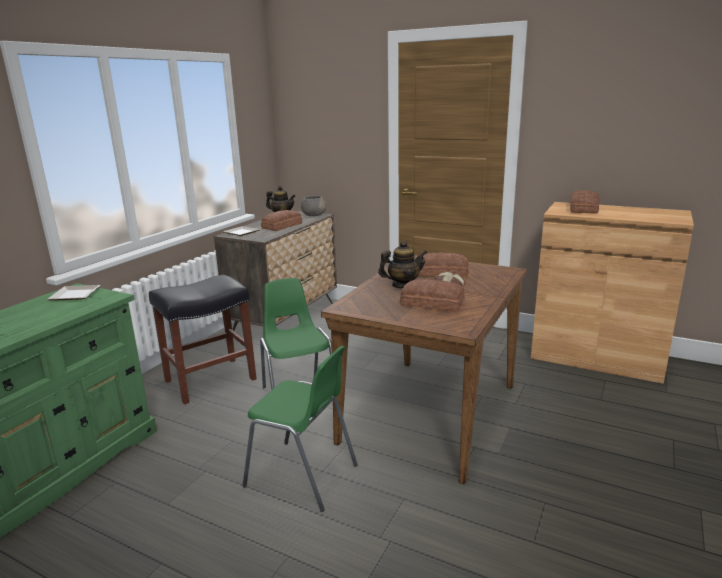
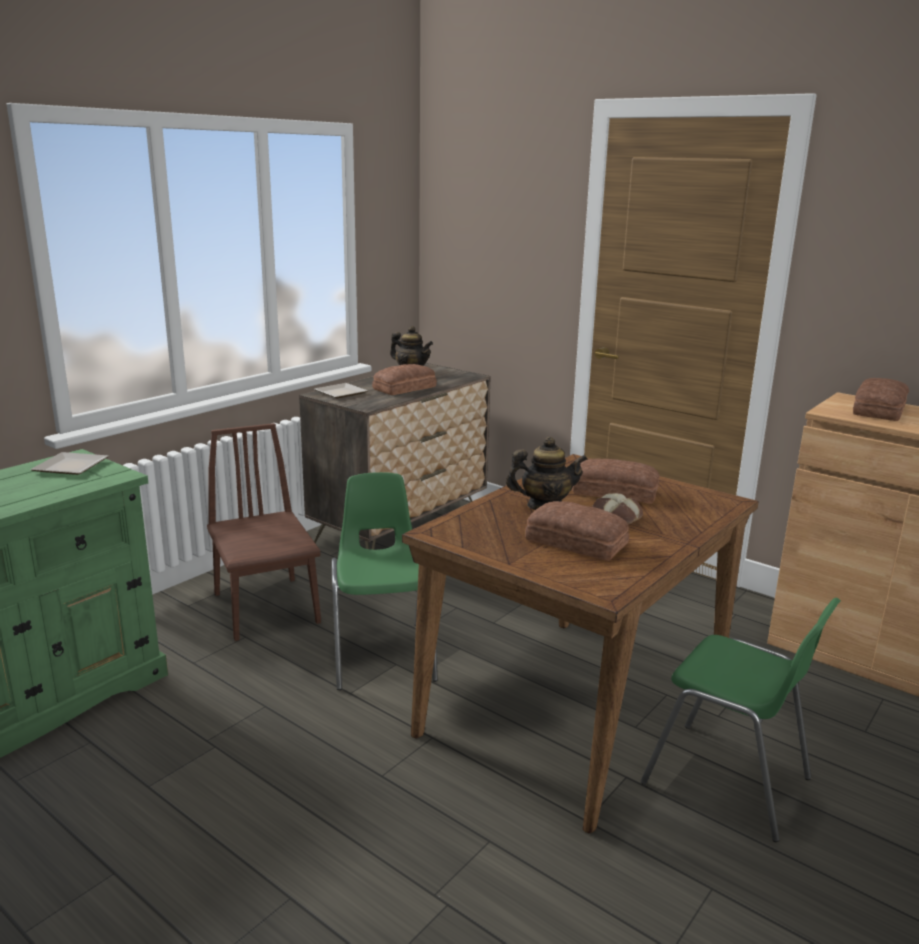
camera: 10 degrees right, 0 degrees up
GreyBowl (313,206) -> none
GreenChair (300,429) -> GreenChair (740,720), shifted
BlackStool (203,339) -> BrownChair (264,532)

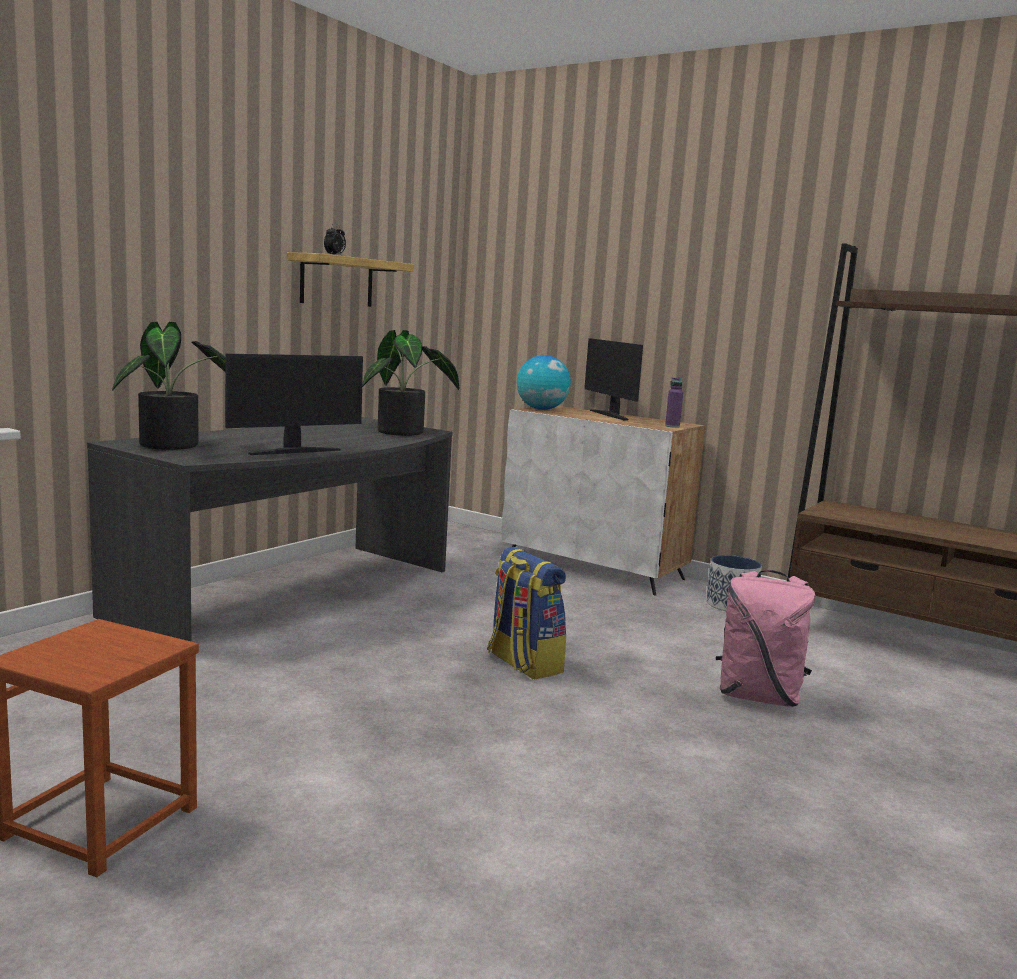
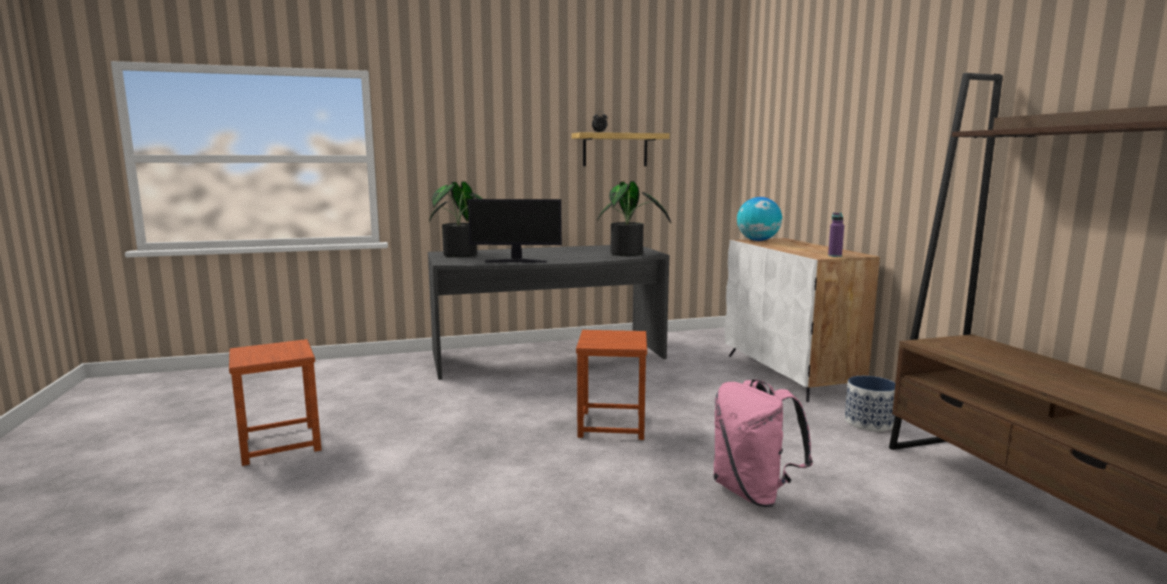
camera: 40 degrees right, 0 degrees up
Monitor (613,379) -> none
Backpack (526,613) -> BrownStool (611,385)

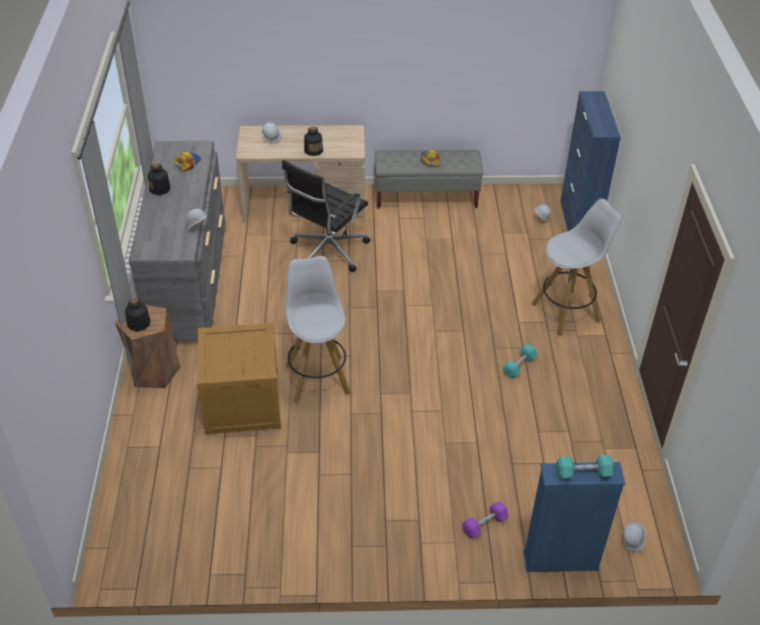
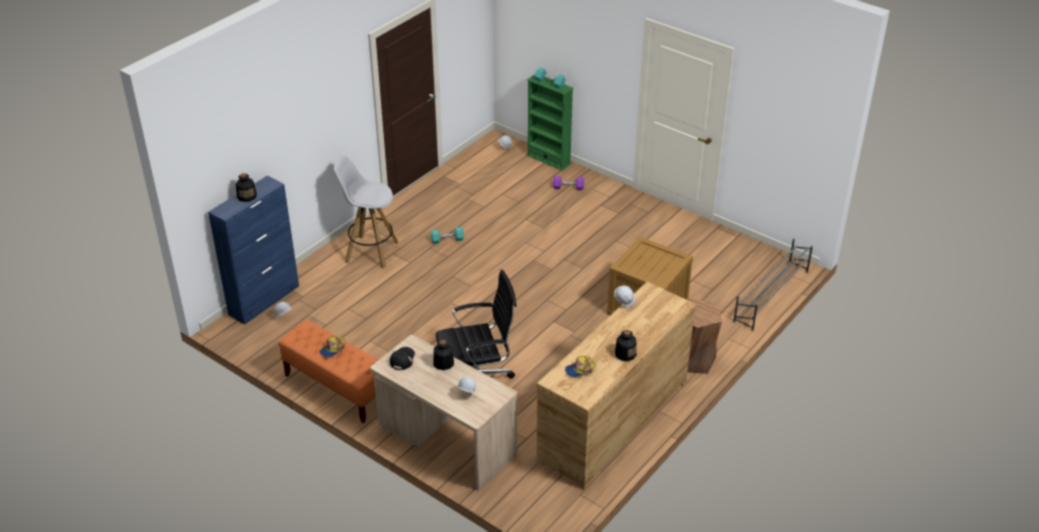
camera: 140 degrees left, 5 degrees down
WhiteStool (318,329) -> none
none -> BlackCap (402,358)
none -> GreyShoeRack (773,284)
Bottle (137,314) -> Bottle (246,187), shifted
GreyDresser (177,241) -> BrownDresser (616,386)
GreyBench (428,179) -> OrangeBench (328,371)
BlueBookcase (574,517) -> GreenBookcase (550,123)

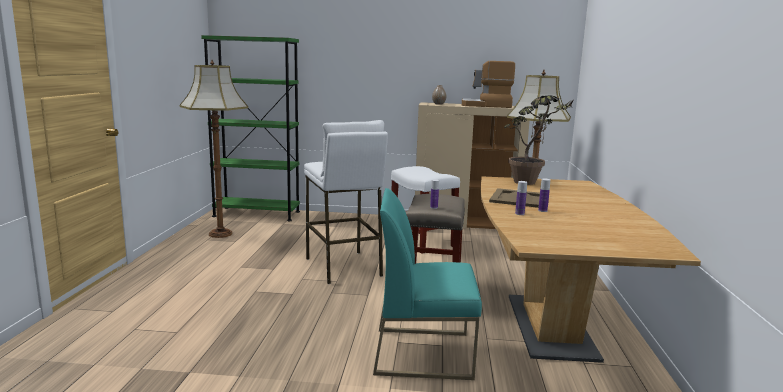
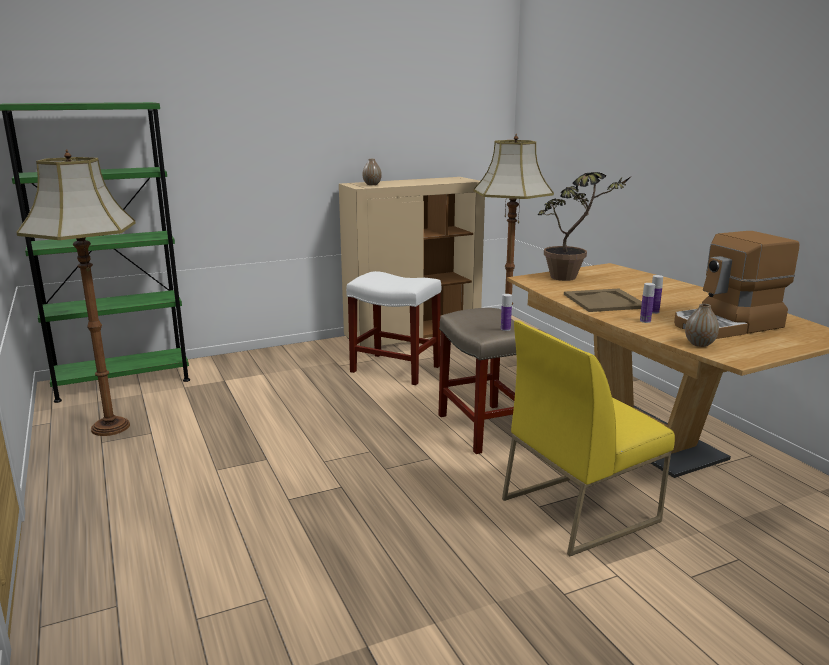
camera: 30 degrees left, 5 degrees up
WhiteStool (346,202) -> none
none -> Vase (702,325)
CoffeeMachine (488,84) -> CoffeeMachine (736,285), shifted
TurquoiseChair (427,284) -> YellowChair (588,438)

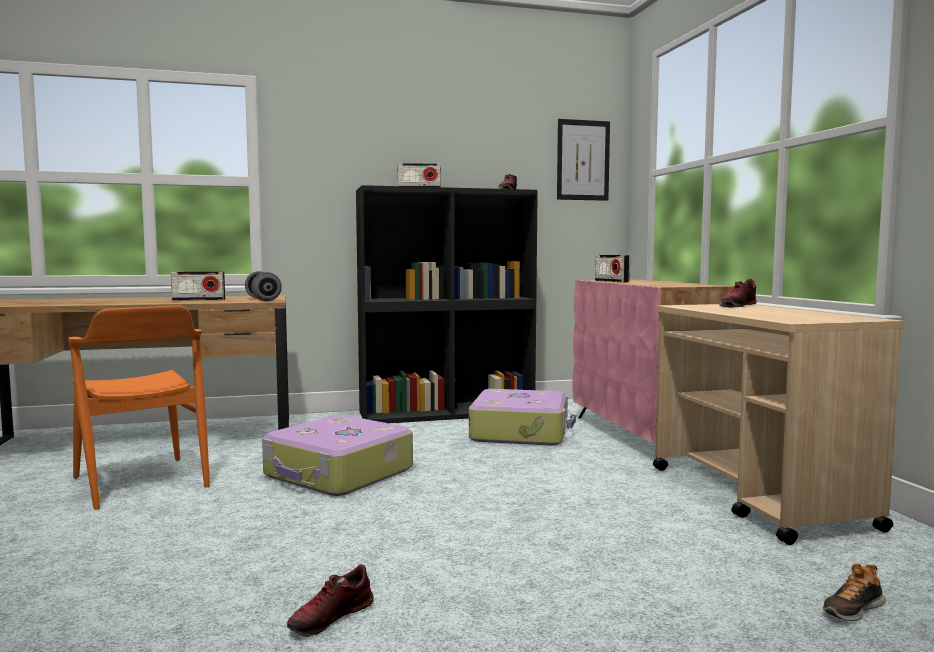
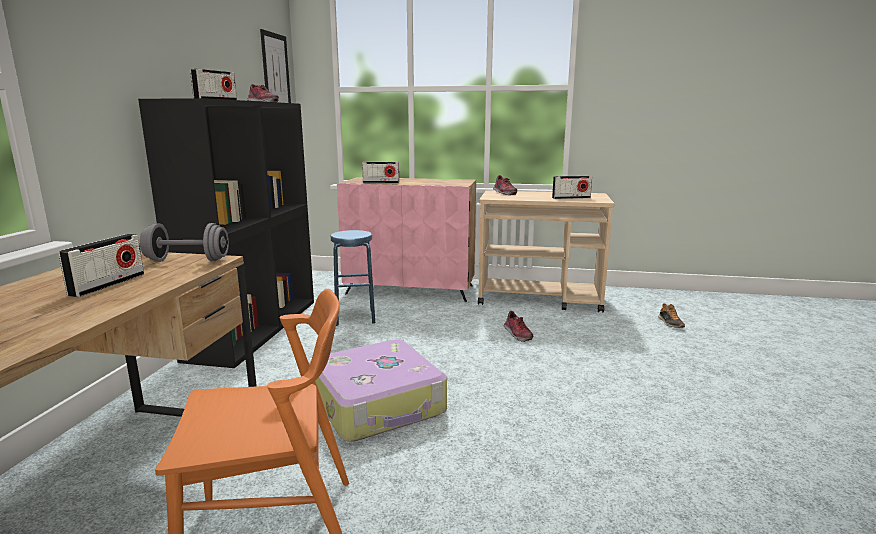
camera: 65 degrees left, 10 degrees up
none -> Radio (572,187)
Shoe (330,600) -> Shoe (518,326), shifted
Suitcase (522,417) -> BlueStool (353,278)

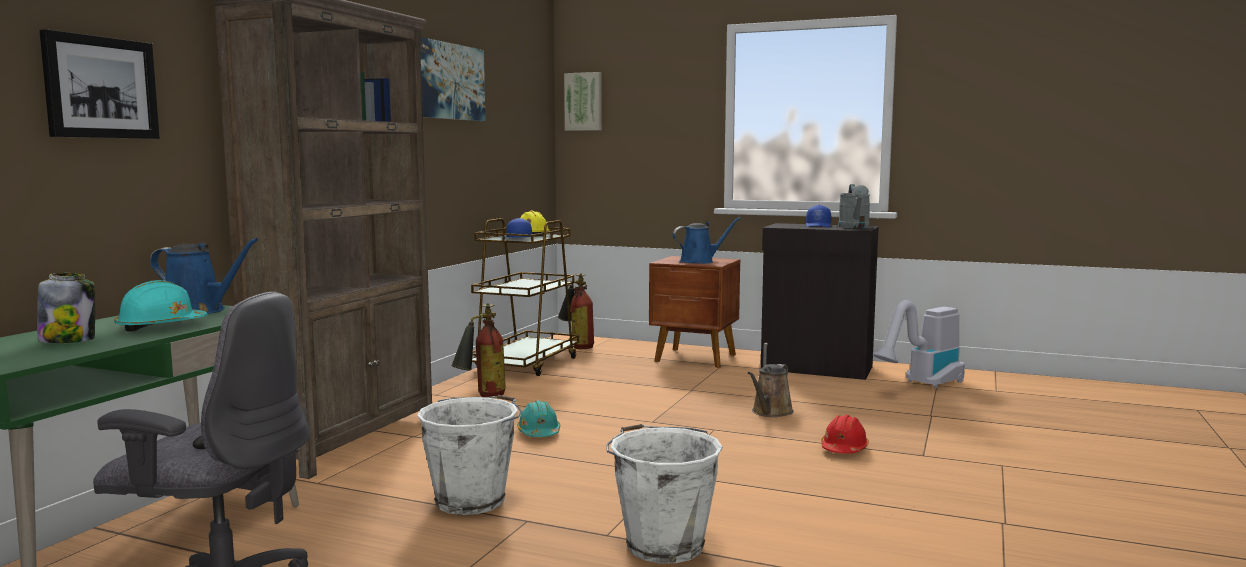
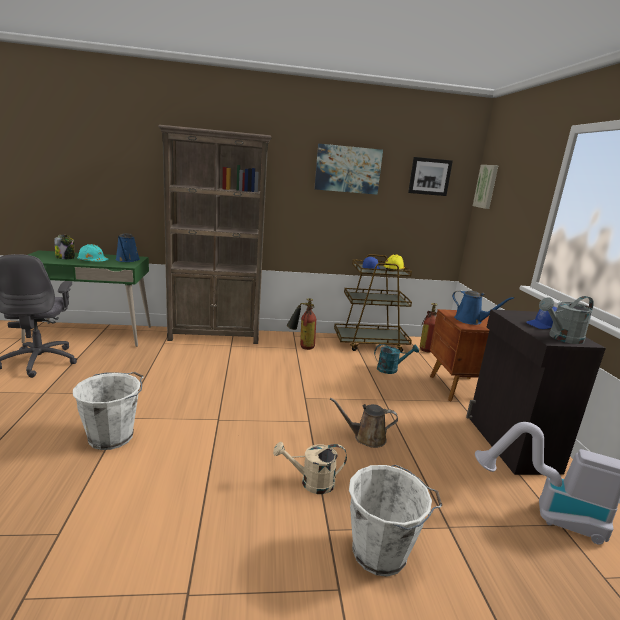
camera: 60 degrees right, 10 degrees up
TurquoiseHardHat (538,418) -> none
none -> TurquoiseWateringCan (396,359)
Picture (99,84) -> Picture (430,176), shifted
WhiteBucket (469,455) -> WhiteBucket (395,521), shifted
RedHardHat (845,434) -> BeigeWateringCan (310,468)

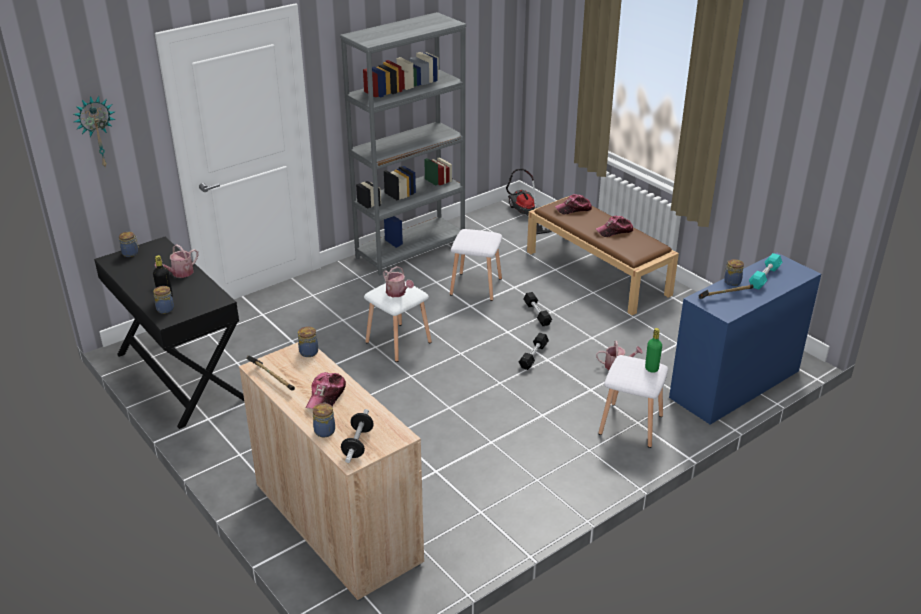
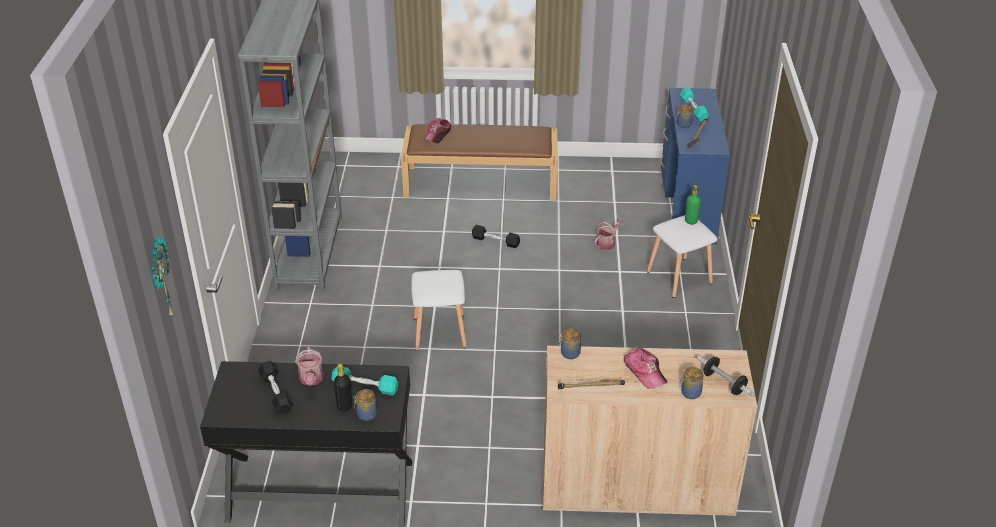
camera: 50 degrees left, 5 degrees up
Jar (129,244) -> none
WateringCan (398,281) -> none
WhiteStool (476,265) -> none
VacuumCleaner (529,201) -> none
Cap (615,226) -> none
none -> TurquoiseDumbbell (364,381)
BlackDumbbell (534,351) -> BlackDumbbell (275,388), shifted

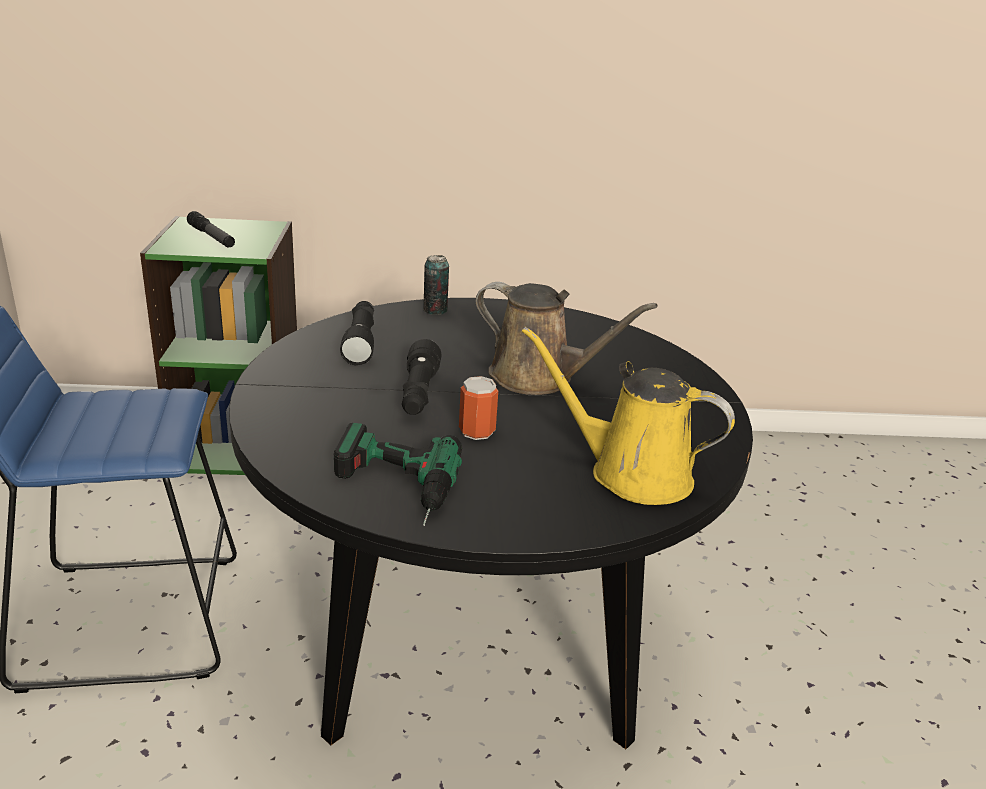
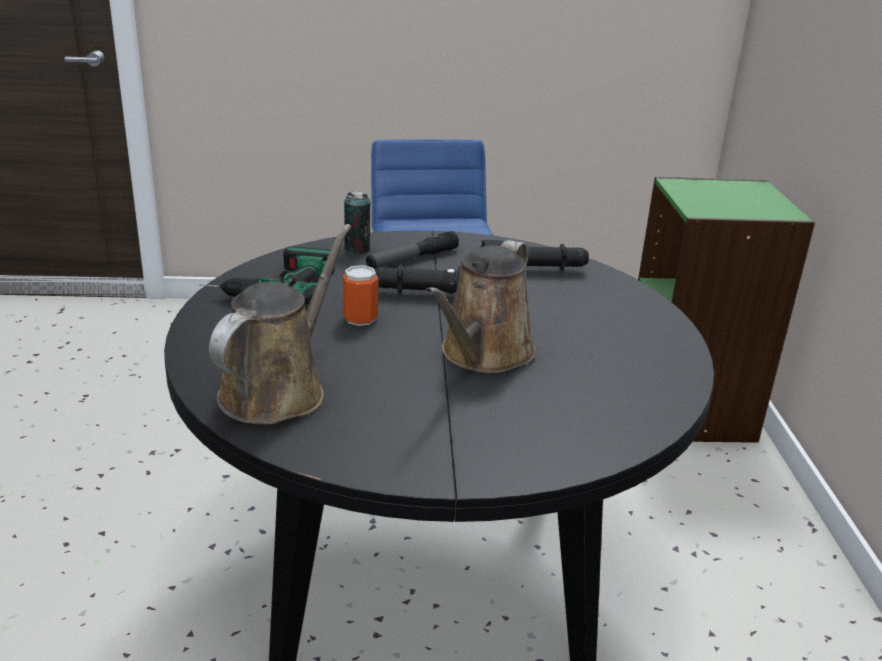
camera: 90 degrees right, 0 degrees up
Flashlight (211,229) -> Flashlight (412,250), shifted
Can (436,285) -> Can (357,222), shifted
YellowWateringCan (628,416) -> BrownWateringCan (280,324)

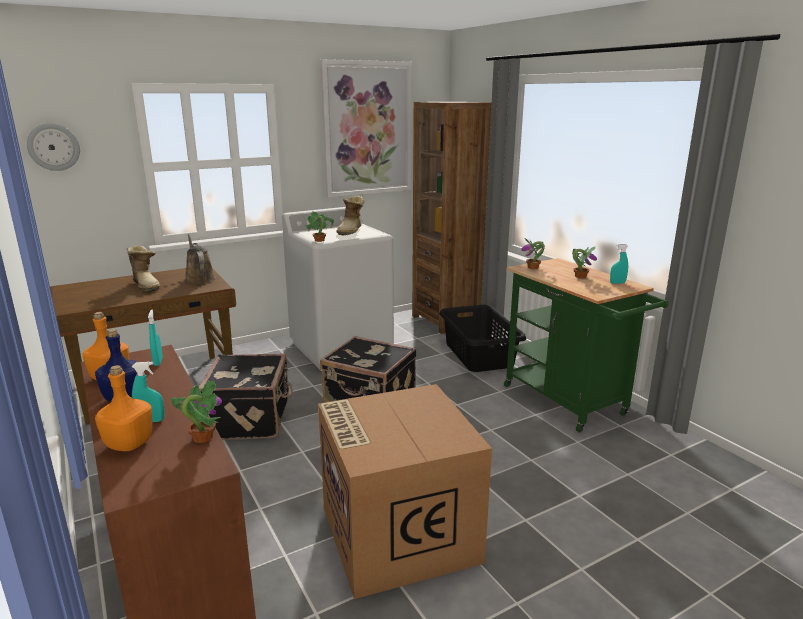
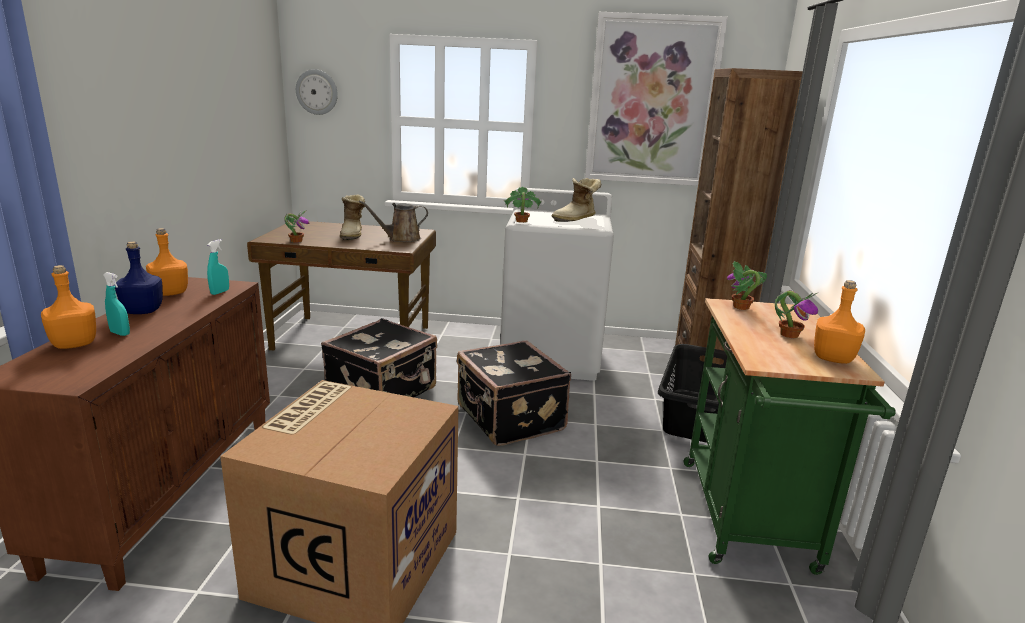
camera: 35 degrees right, 0 degrees up
PottedPlant (196,412) -> PottedPlant (296,227), shifted
TurquoiseSprayBottle (619,264) -> OrangeBottle (839,322)
BrownWateringCan (200,259) -> BrownWateringCan (393,221), 120 degrees counterclockwise

